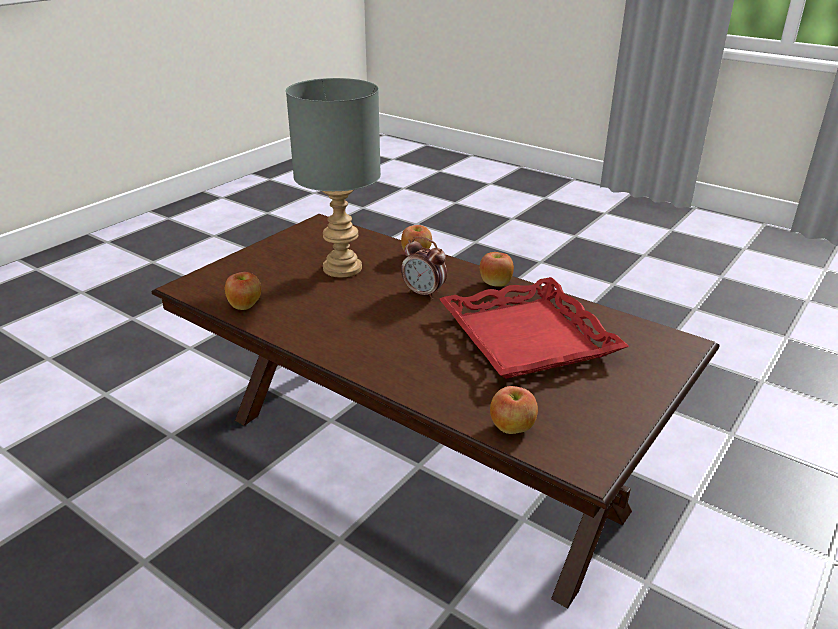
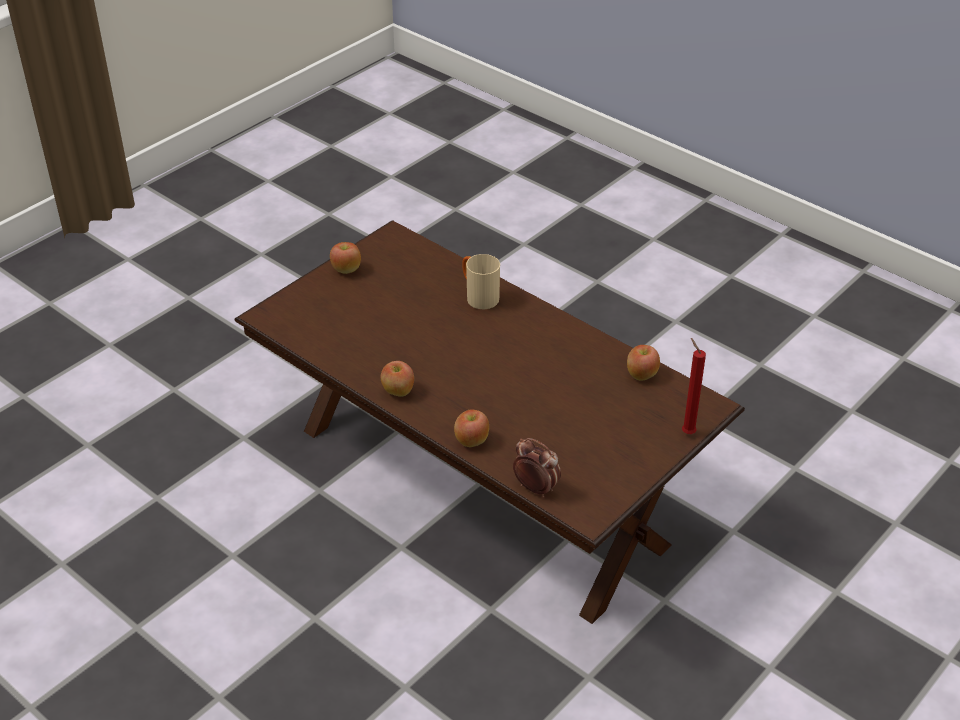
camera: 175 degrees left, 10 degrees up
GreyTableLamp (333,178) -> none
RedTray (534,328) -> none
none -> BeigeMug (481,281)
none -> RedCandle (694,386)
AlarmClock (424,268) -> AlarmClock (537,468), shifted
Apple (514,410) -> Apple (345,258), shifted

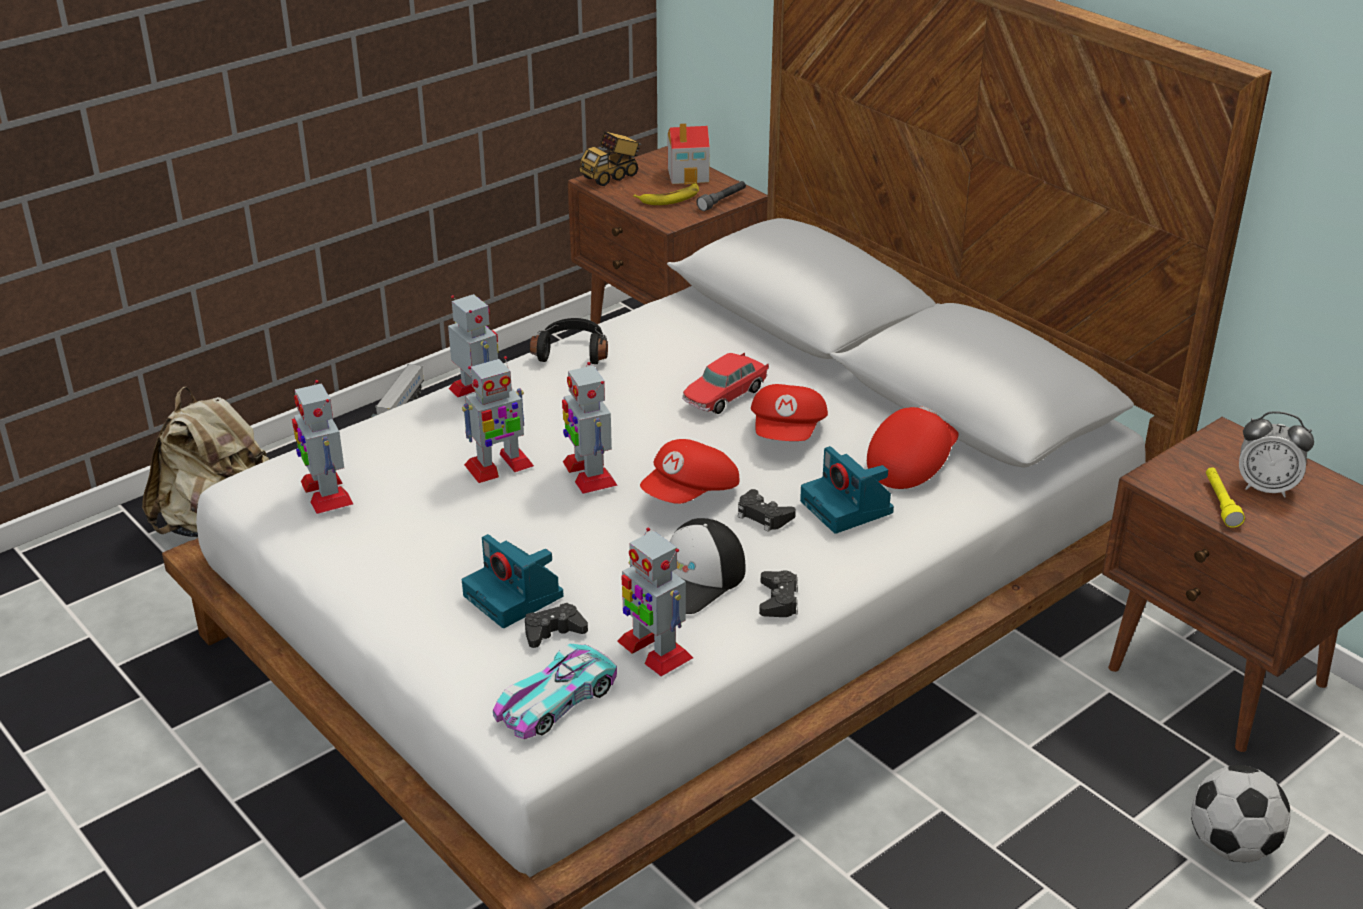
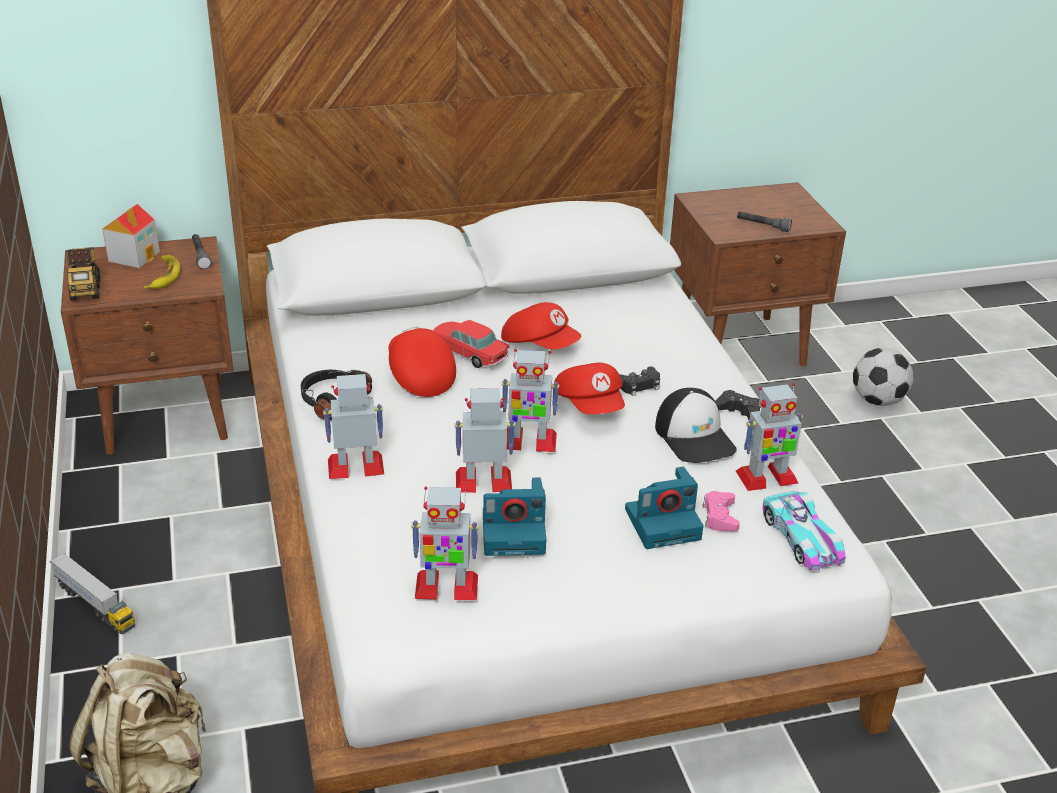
camera: 65 degrees left, 0 degrees up
AlarmClock (1276,454) -> none
PhotoCamera (847,490) -> PhotoCamera (514,517), shifted
RedCap (912,447) -> RedCap (422,362), shifted
BlackGameController (556,625) -> PinkGameController (721,511)
YellowFlashlight (1225,497) -> GreyFlashlight (764,221)
ToyRobot (498,419) -> ToyRobot (485,440), 90 degrees counterclockwise
ToyCar (725,383) -> ToyCar (471,344), 150 degrees clockwise

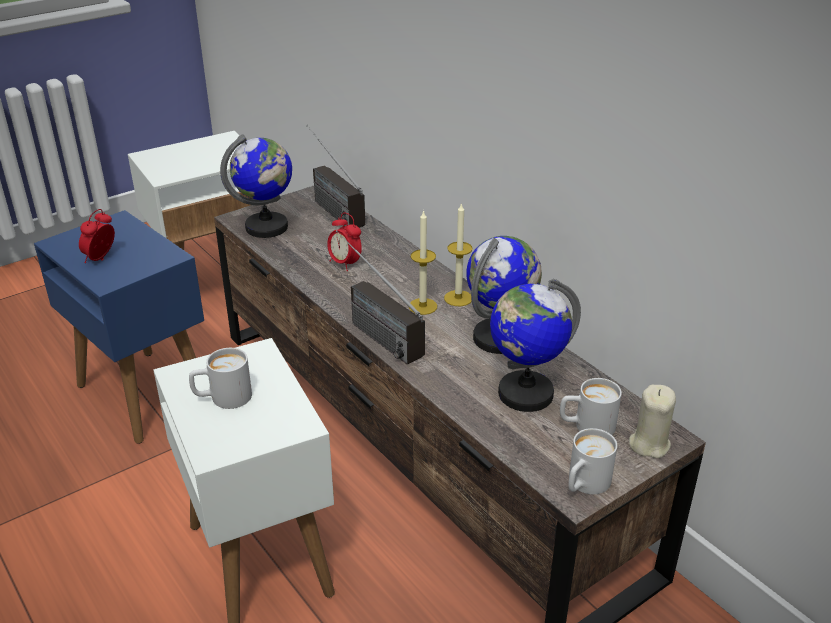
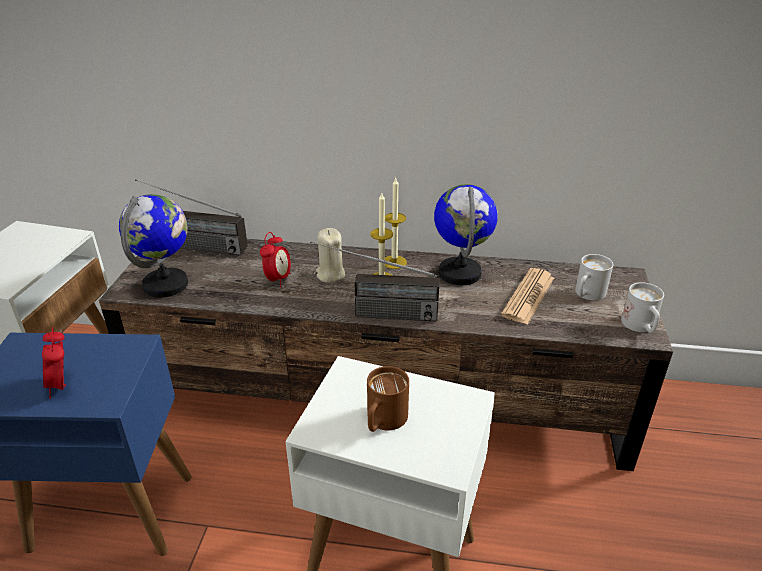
camera: 45 degrees left, 0 degrees up
BeigeCandle (652,421) -> BeigeCandle (330,255), shifted
Globe (535,345) -> Newspaper (527,296)
WhiteMug (220,378) -> BrownMug (388,399)
AlarmClock (344,242) -> AlarmClock (275,259), 75 degrees counterclockwise

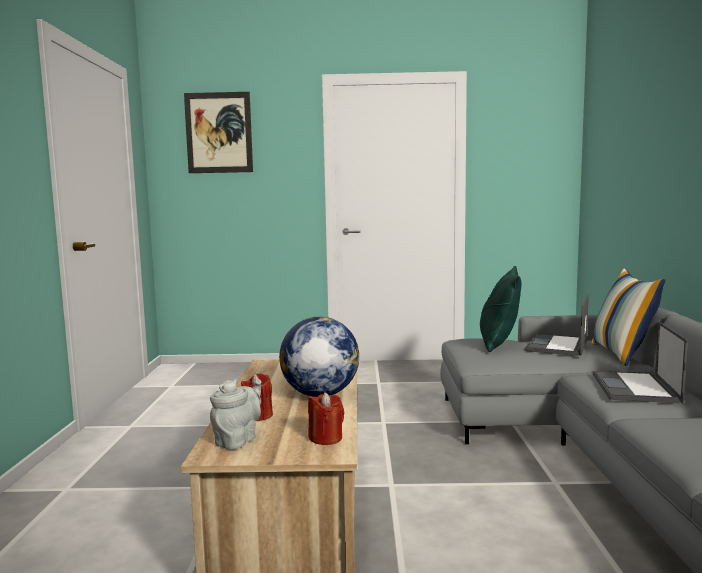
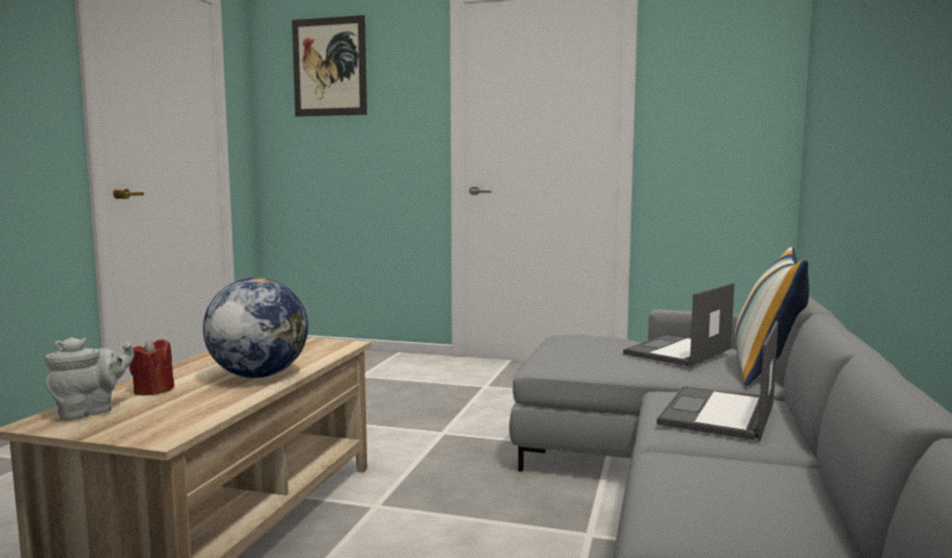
camera: 15 degrees right, 0 degrees up
RedCandle (326,418) -> none
GreenPillow (500,309) -> none

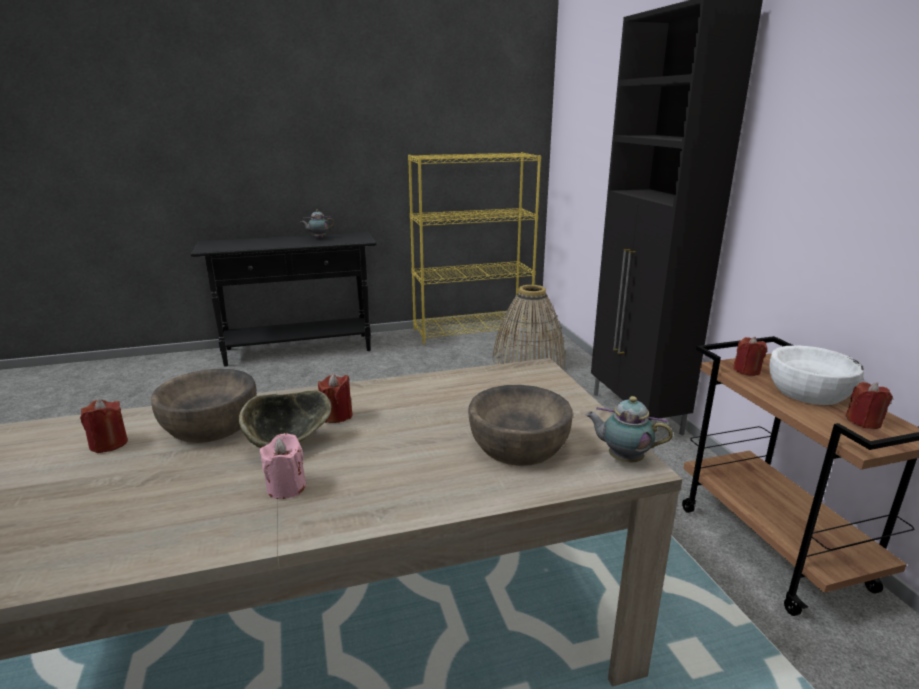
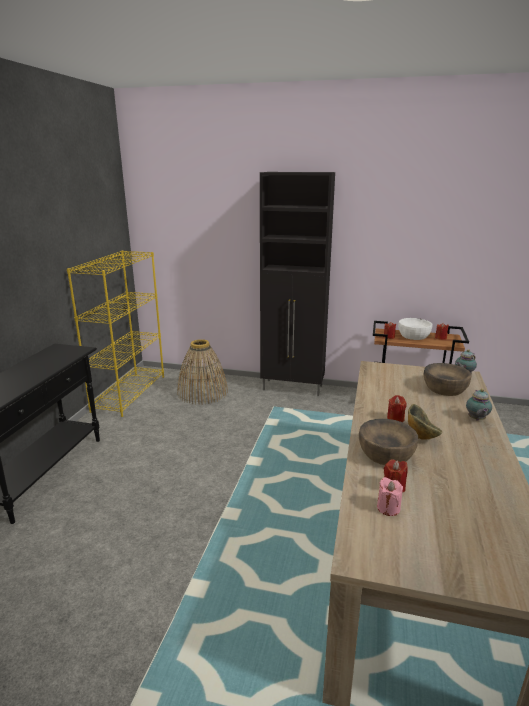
camera: 60 degrees left, 0 degrees up
PinkCandle (283,466) -> PinkCandle (390,496), shifted
Teapot (317,223) -> Teapot (479,405), shifted

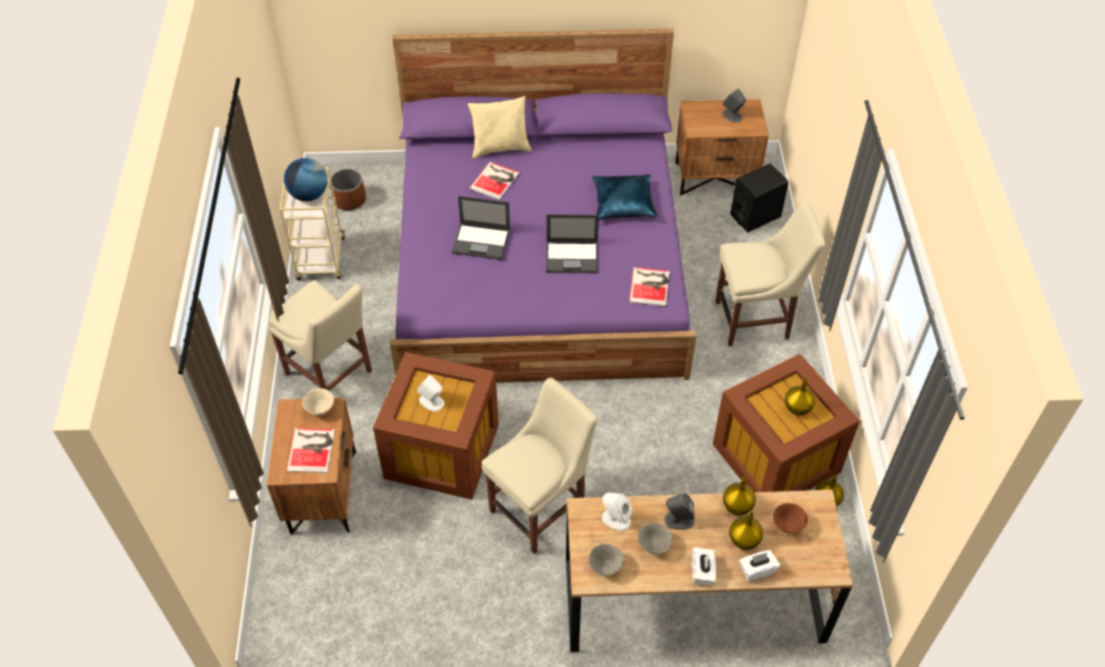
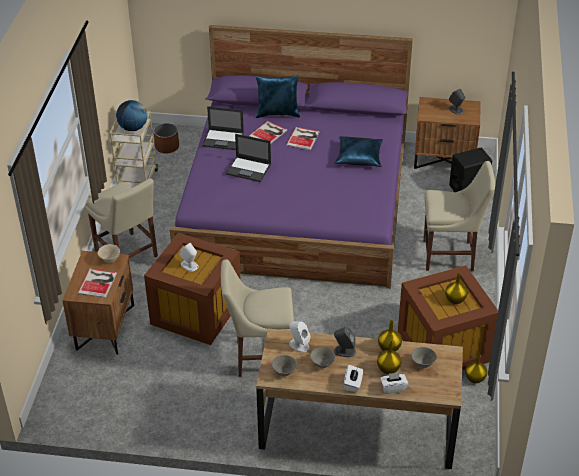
camera: 10 degrees right, 10 degrees down
Laptop (572,243) -> Laptop (223,128), shifted
Book (649,286) -> Book (302,138), shifted
BeigePillow (500,127) -> BluePillow (278,96)
BrownBowl (790,518) -> GreyBowl (424,357)
BeigeChair (540,466) -> BeigeChair (257,318), 150 degrees counterclockwise

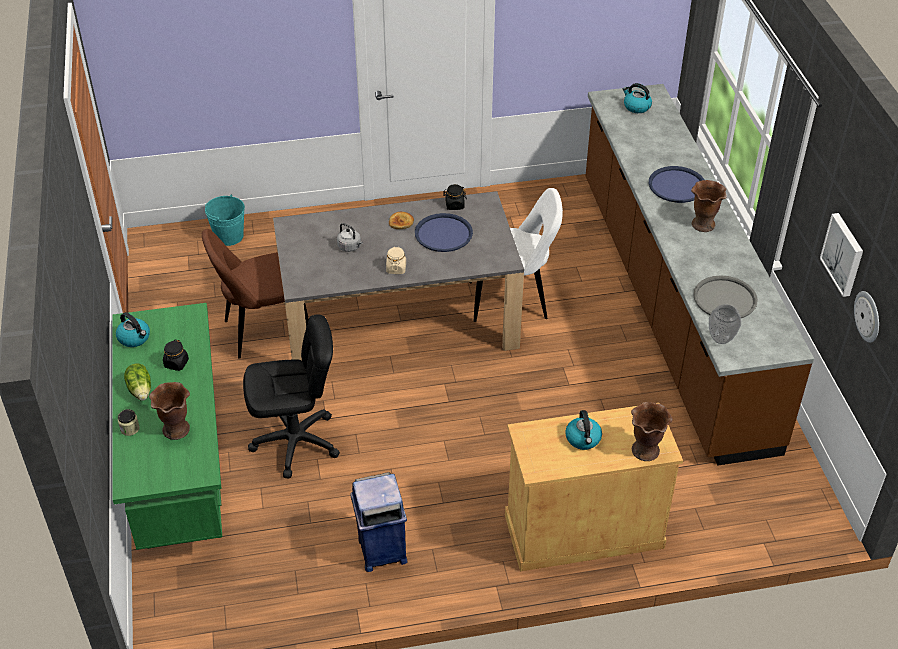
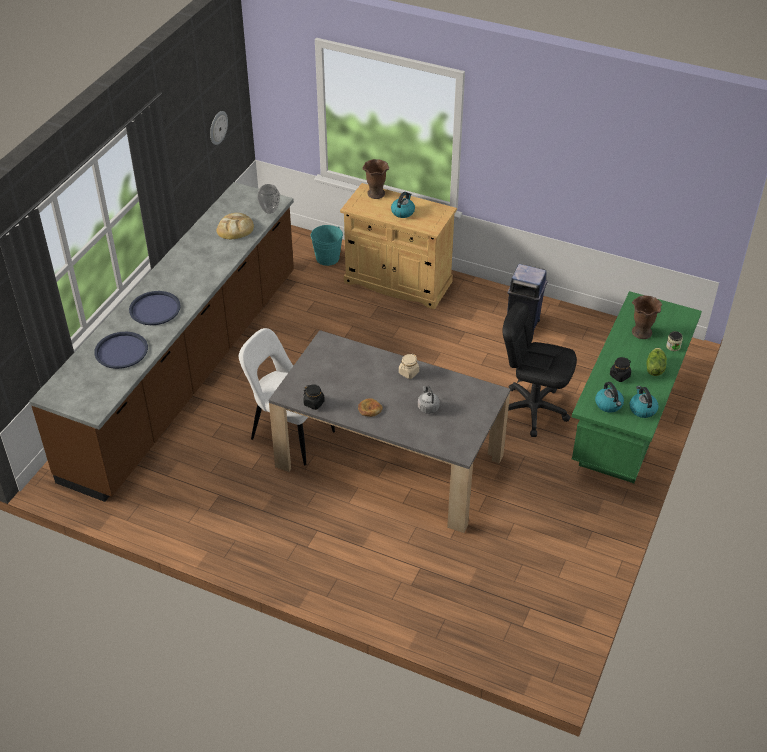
camera: 145 degrees left, 0 degrees up
BrownChair (255,294) -> none
BrownVase (709,206) -> none
Picture (841,255) -> none
TurquoiseBucket (225,220) -> TurquoiseBucket (327,245), shifted
BlueTray (444,232) -> BlueTray (121,350), shifted
Kettle (637,98) -> Kettle (609,397), shifted
GreyTray (725,296) -> Bread (235,226)

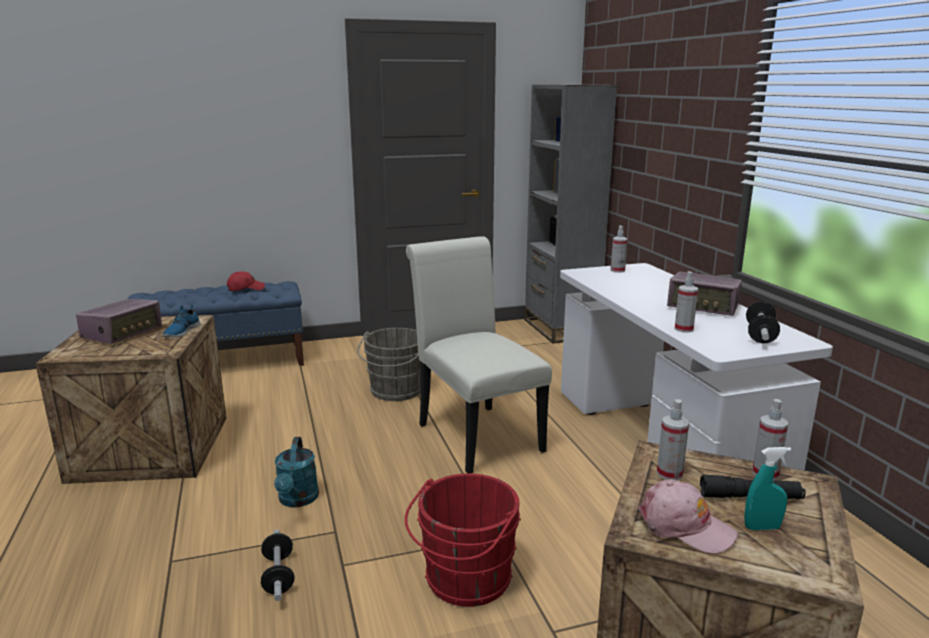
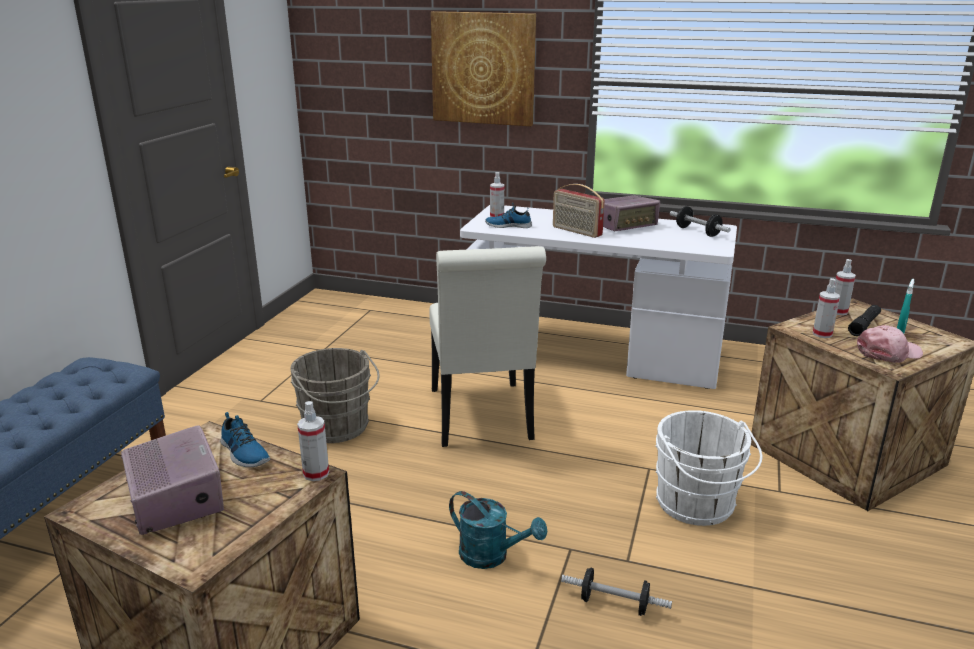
camera: 55 degrees left, 5 degrees up
RedCap (246,281) -> none
GreyBookcase (570,214) -> none
none -> Picture (483,68)
none -> Shoe (508,215)
none -> Radio (579,211)
SprayBottle (686,302) -> SprayBottle (313,441), shifted
RedBucket (463,540) -> WhiteBucket (709,468)
WhiteChair (479,355) -> WhiteChair (487,346), 105 degrees counterclockwise

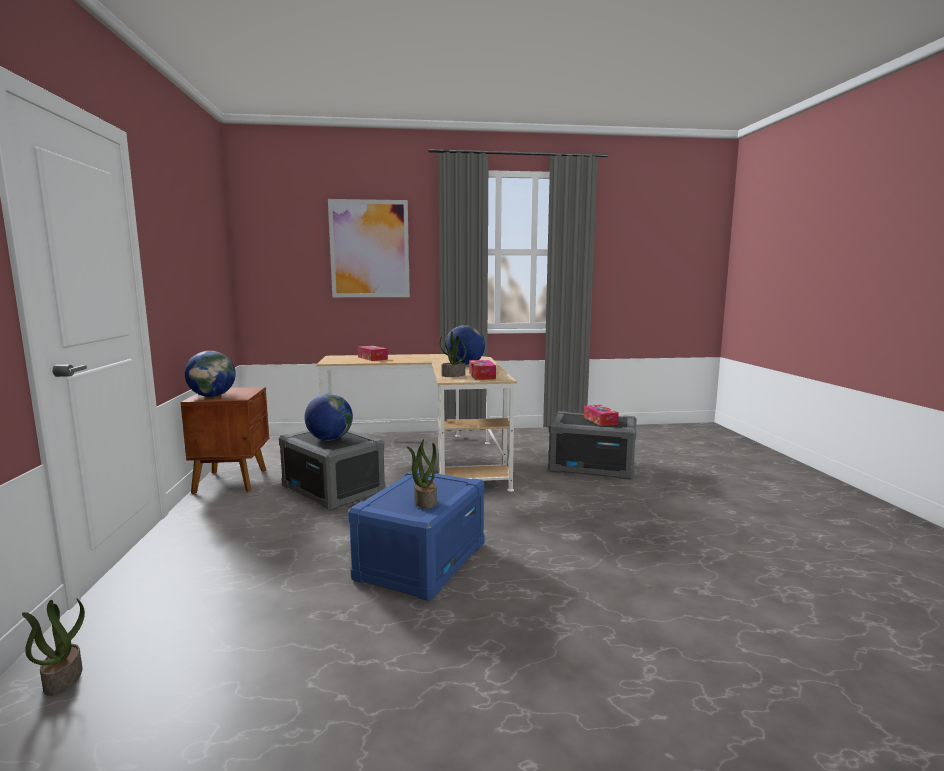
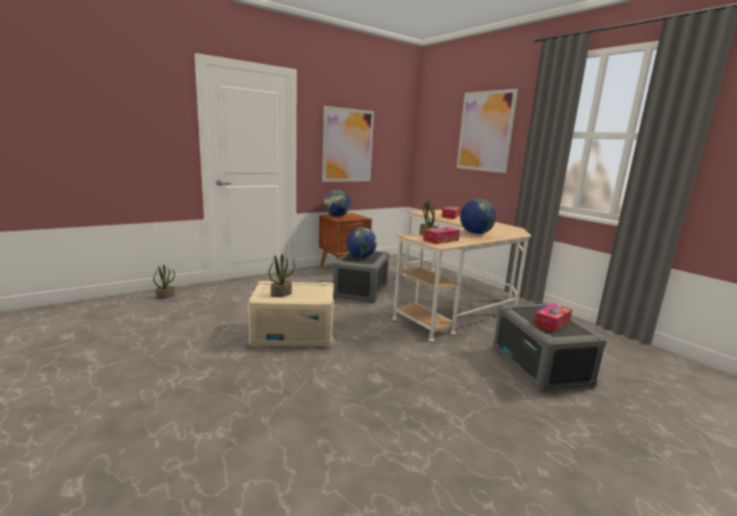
camera: 60 degrees right, 5 degrees up
none -> Picture (348,144)
BlueStorageBox (416,535) -> BeigeStorageBox (290,314)

